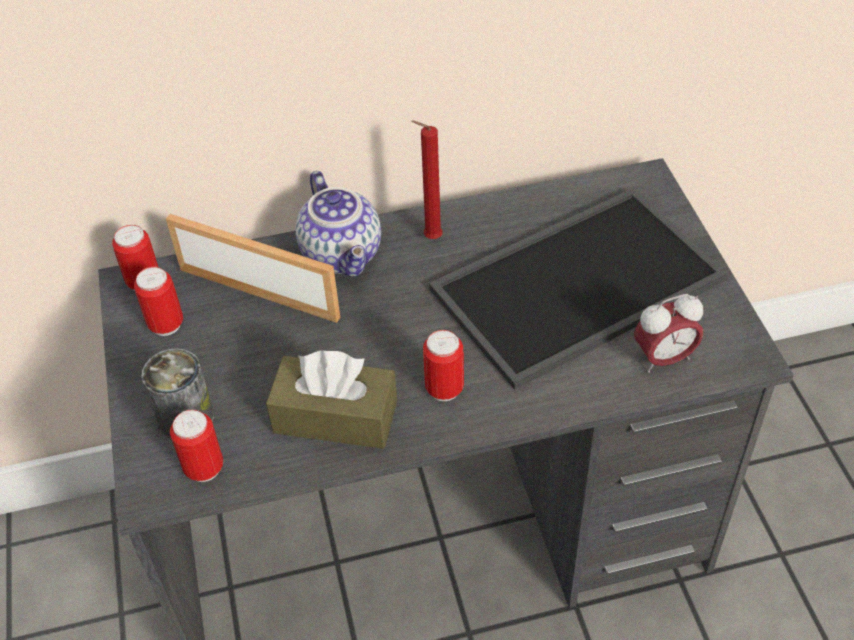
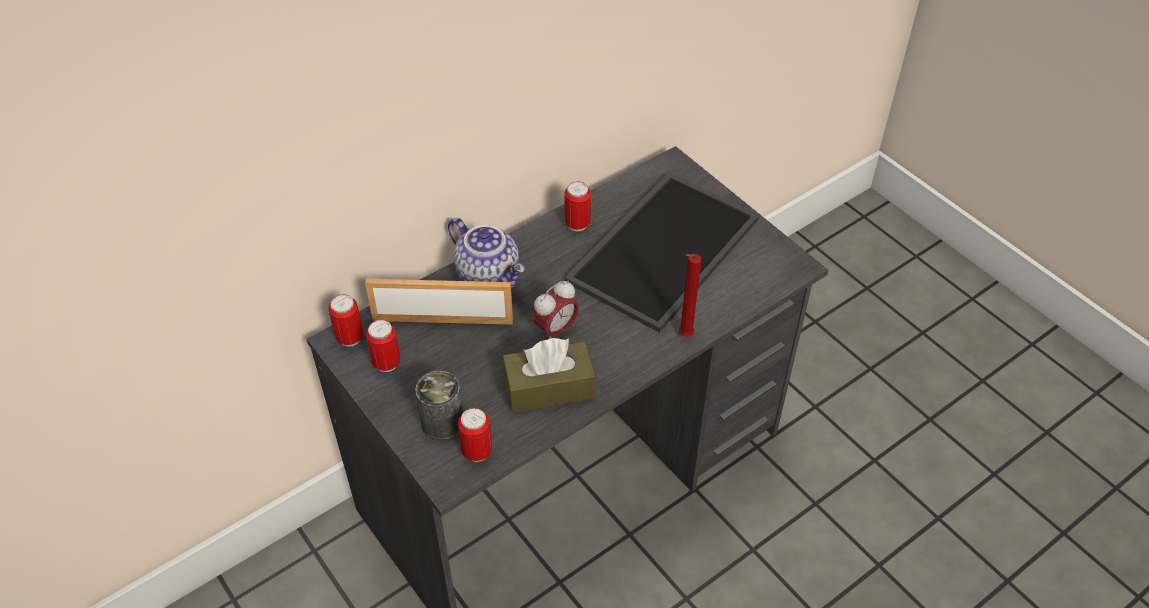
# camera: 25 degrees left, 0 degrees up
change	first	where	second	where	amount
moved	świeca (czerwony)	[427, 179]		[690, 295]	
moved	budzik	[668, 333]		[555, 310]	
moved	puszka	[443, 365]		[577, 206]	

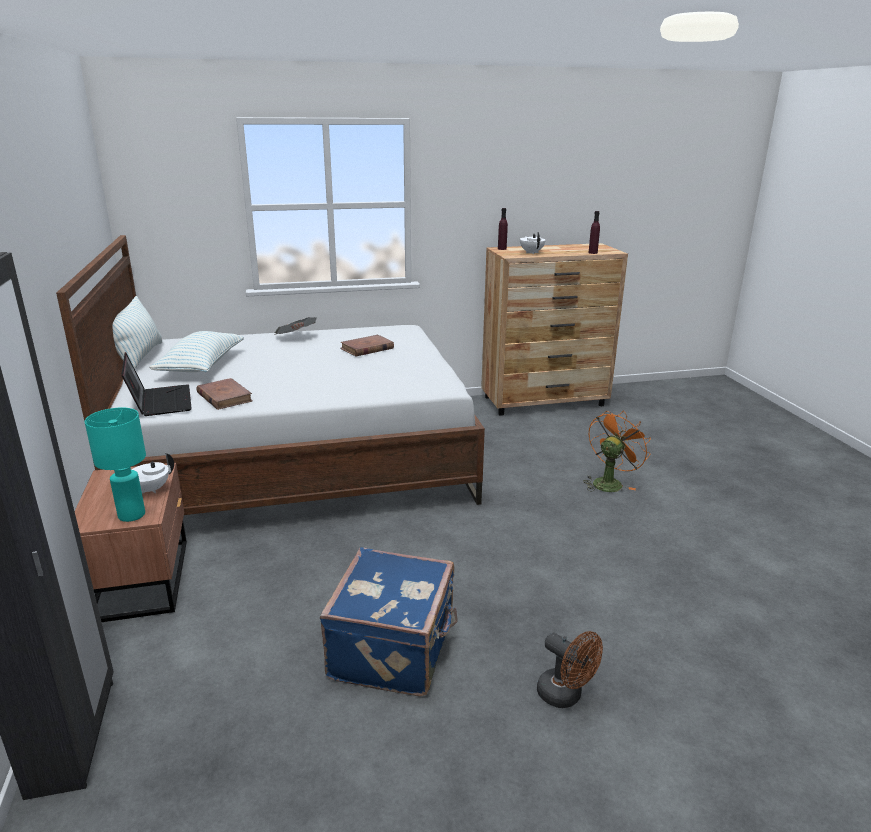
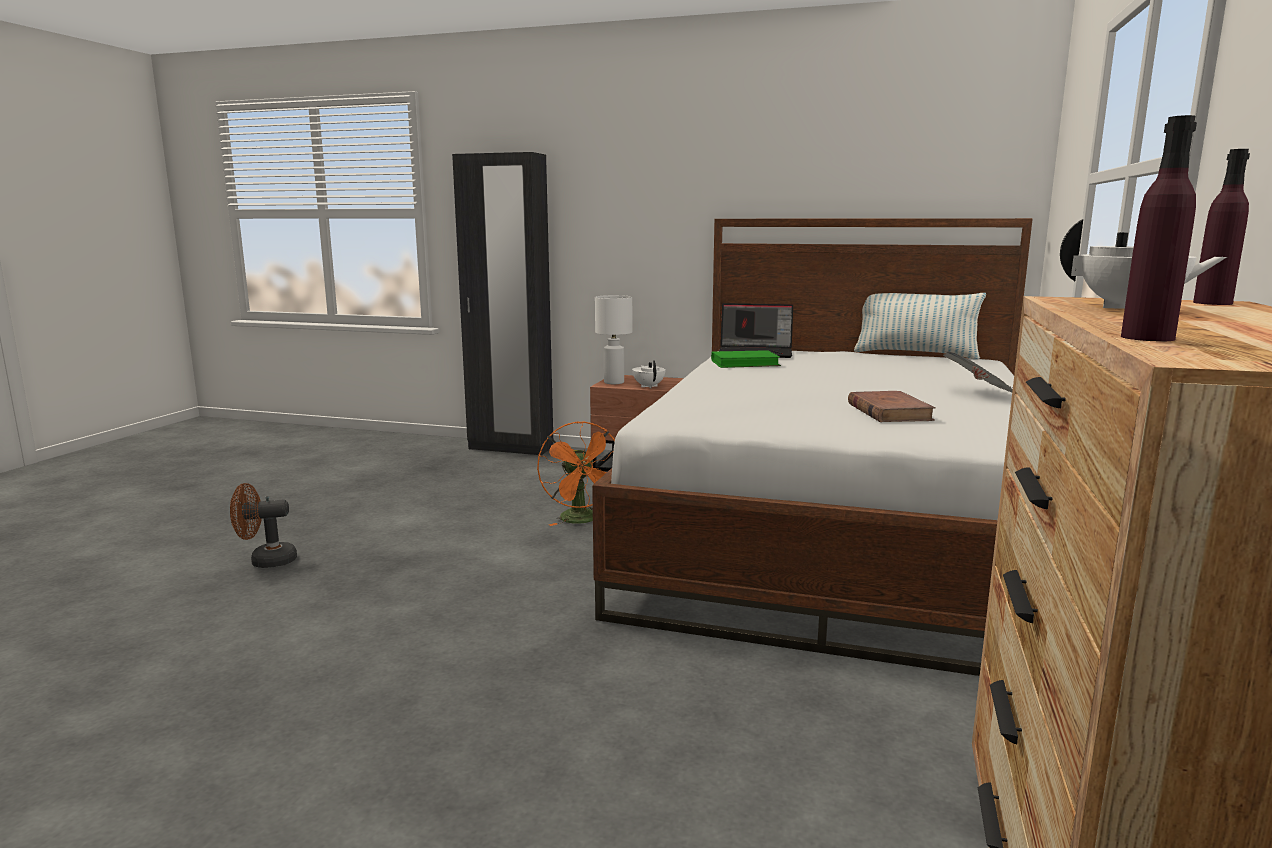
# camera: 120 degrees right, 10 degrees down
change	first	where	second	where	amount
removed	poduszka	[196, 351]			
recoloured	książka (brązowy)	[224, 394]	książka (zielony)	[746, 359]	
recoloured	lampa stołowa (turkusowy)	[115, 465]	lampa stołowa (biały)	[613, 339]	
moved	wentylator (pomarańczowy)	[617, 451]		[576, 474]	
removed	walizka (niebieski)	[389, 621]			

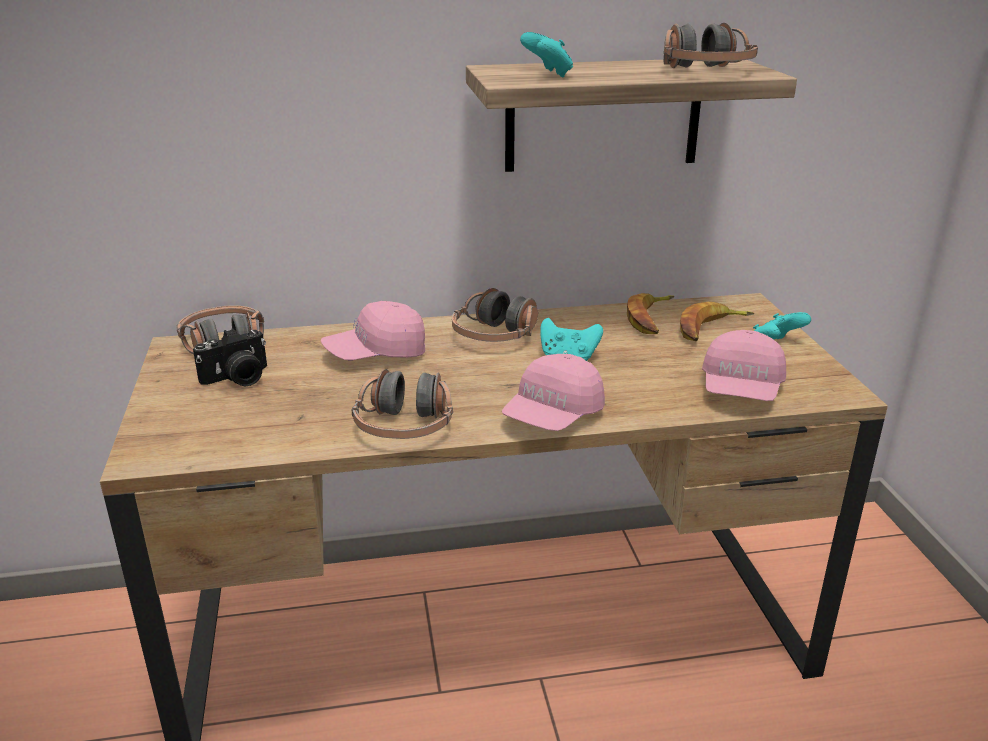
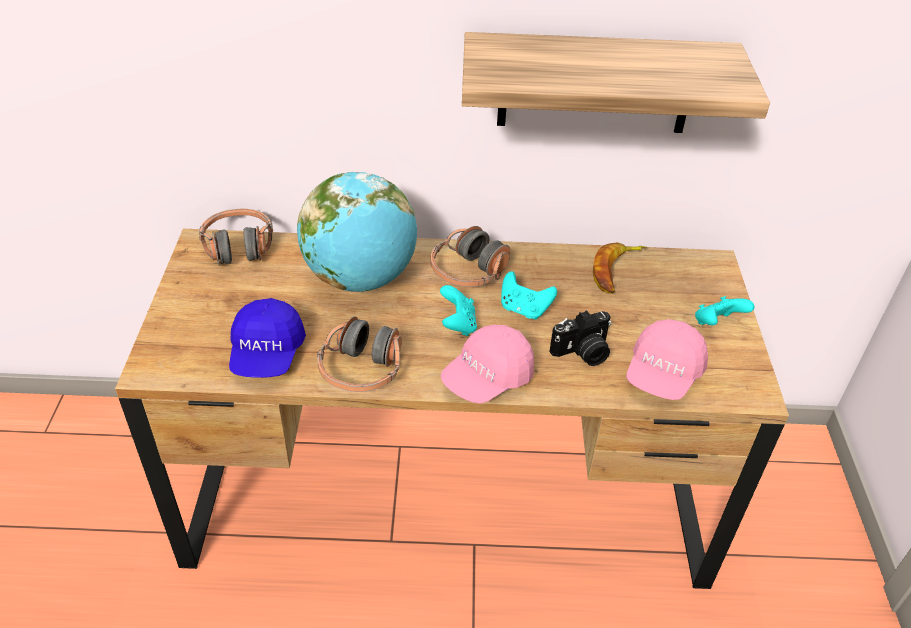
# camera: 10 degrees right, 15 degrees up
change	first	where	second	where	amount
removed	słuchawki	[711, 45]			
moved	pad do gier (turkusowy)	[546, 55]		[458, 310]	
replaced	czapka z daszkiem (różowy)	[373, 330]	globus	[357, 232]	
removed	banan	[717, 321]			
moved	aparat fotograficzny	[230, 357]		[581, 338]	
added			czapka z daszkiem (niebieski)	[267, 338]	

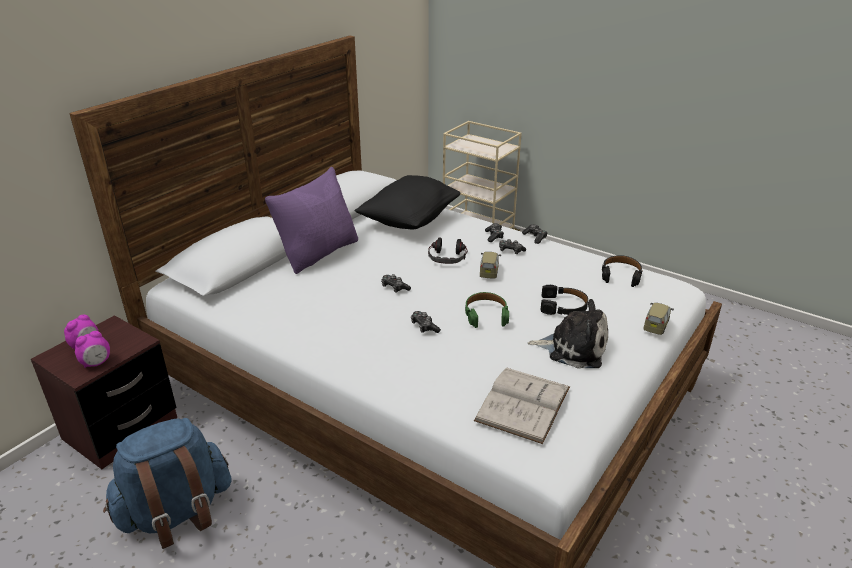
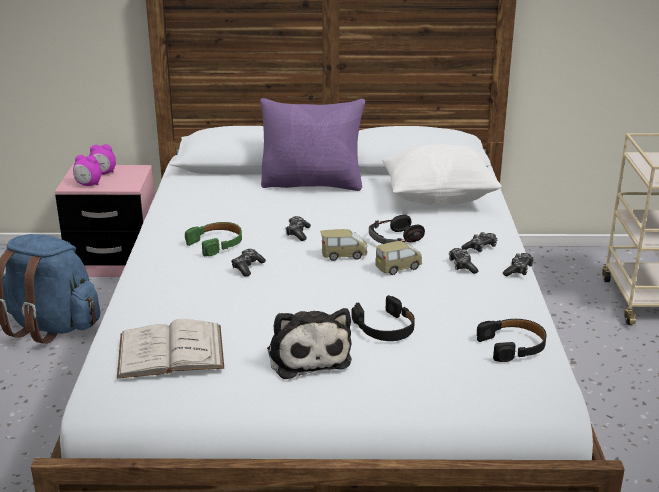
# camera: 55 degrees right, 5 degrees down
change	first	where	second	where	amount
recoloured	poduszka (czarny)	[407, 202]	poduszka (biały)	[442, 175]	
moved	słuchawki (zielony)	[487, 310]		[213, 239]	
moved	samochodzik	[658, 319]		[343, 245]	
recoloured	szafka nocna (brązowy)	[104, 392]	szafka nocna (różowy)	[105, 221]	

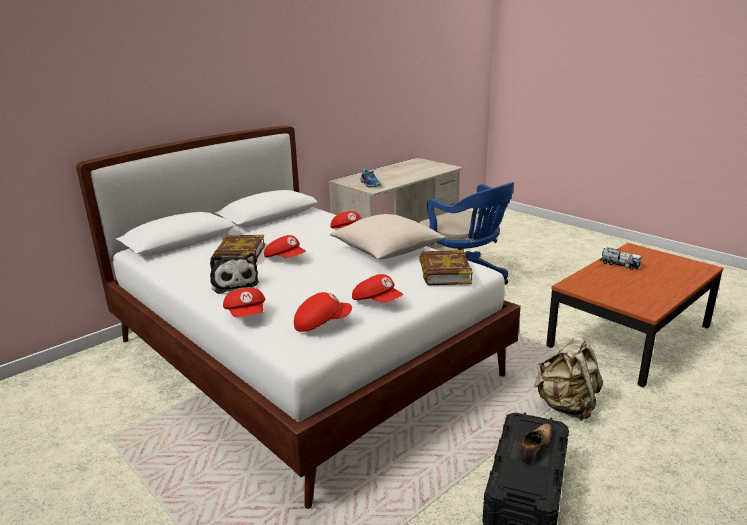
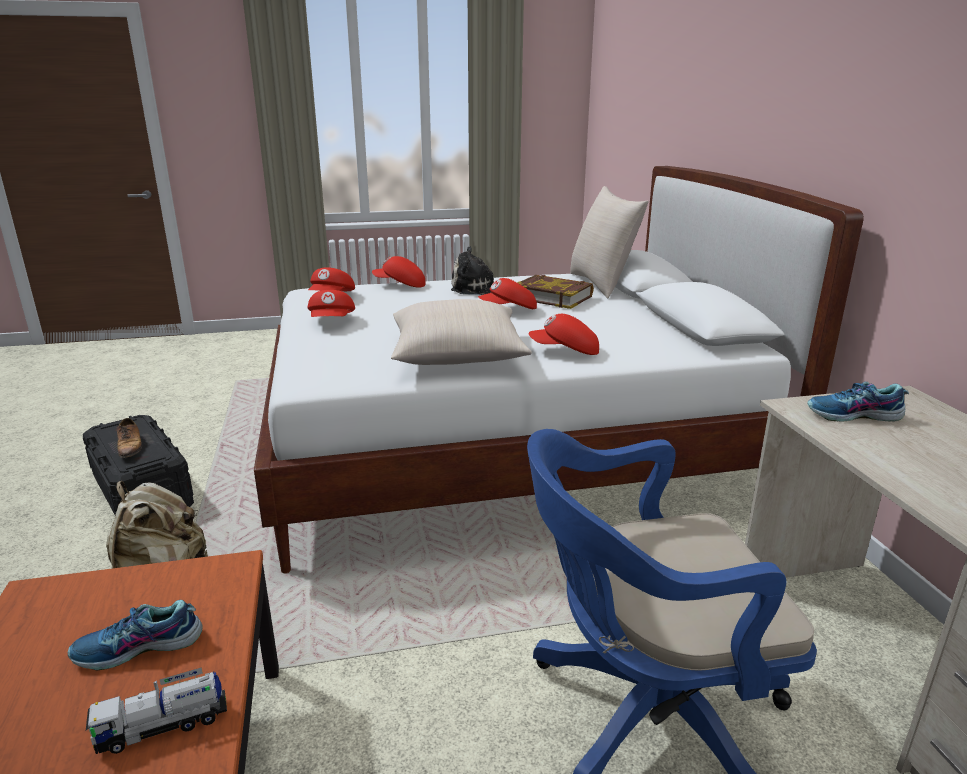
# camera: 120 degrees right, 0 degrees up
change	first	where	second	where	amount
removed	książka	[446, 267]			
turned	czapka z daszkiem (czerwony)	[377, 288]		[331, 303]	75 degrees counterclockwise
added			poduszka (beżowy)	[609, 242]	
added			but	[134, 635]	

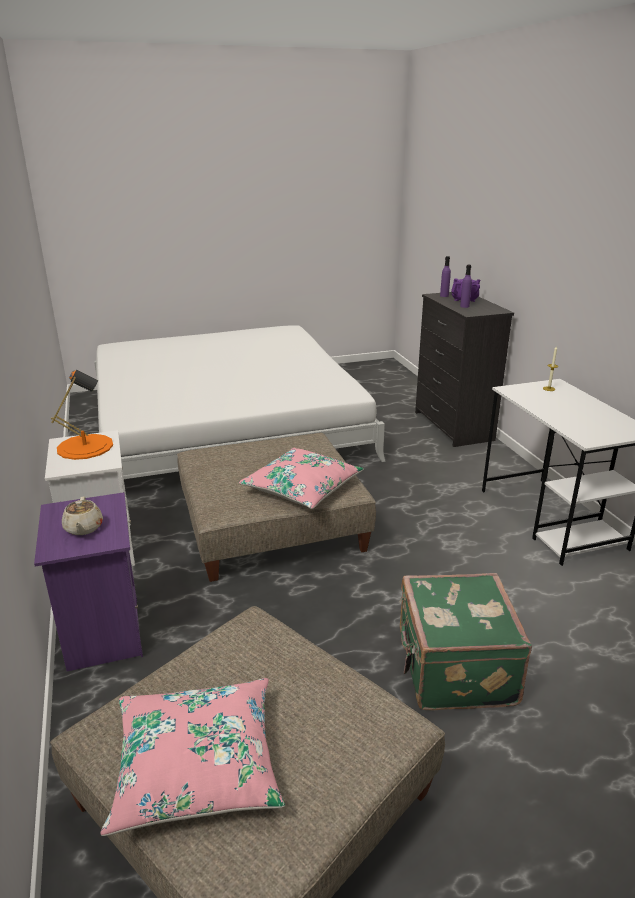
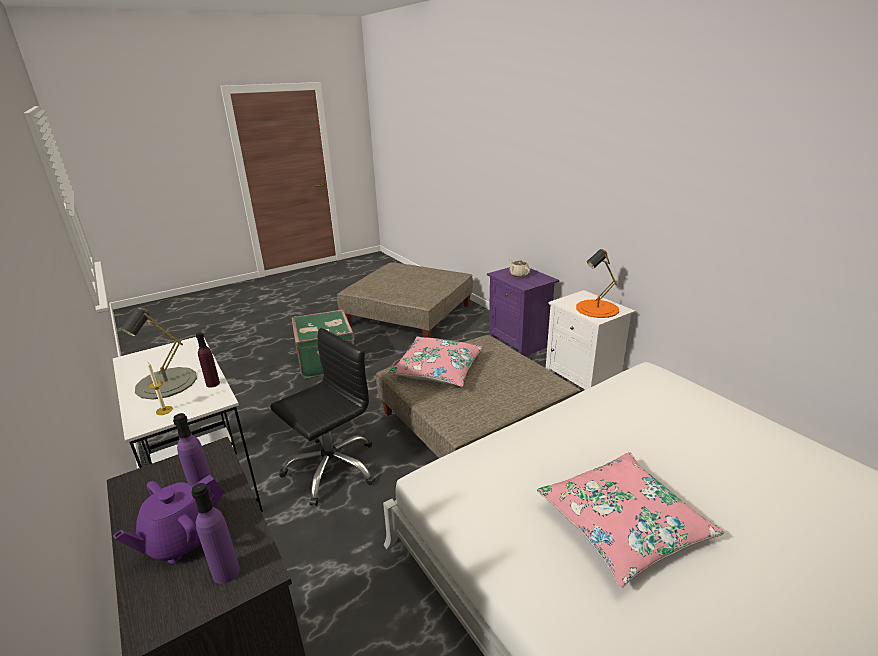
# camera: 165 degrees right, 0 degrees up
change	first	where	second	where	amount
moved	poduszka (różowy)	[192, 757]		[630, 520]	
added			lampa stołowa (szary)	[159, 353]	
added			krzesło biurowe (czarny)	[322, 417]	
added			butelka (fioletowy)	[208, 360]	

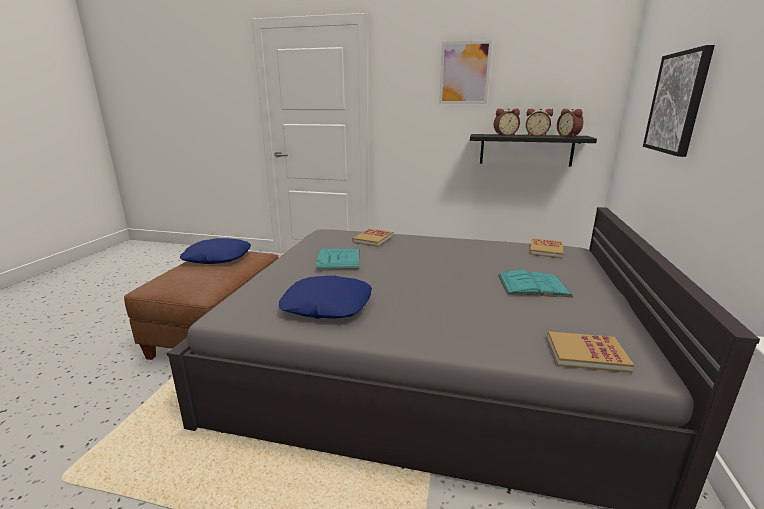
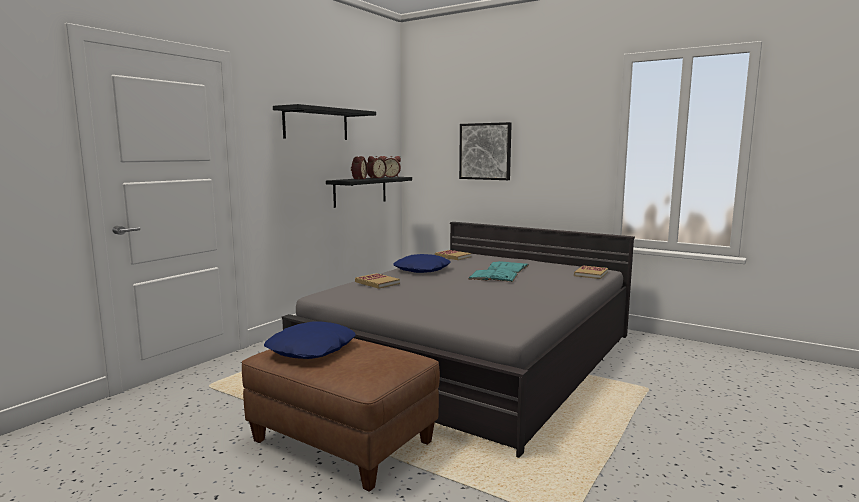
# camera: 70 degrees left, 10 degrees down
change	first	where	second	where	amount
replaced	obraz	[465, 72]	półka (czarny)	[324, 122]	
moved	książka (turkusowy)	[338, 259]		[493, 275]	
moved	poduszka (niebieski)	[325, 297]		[422, 263]	

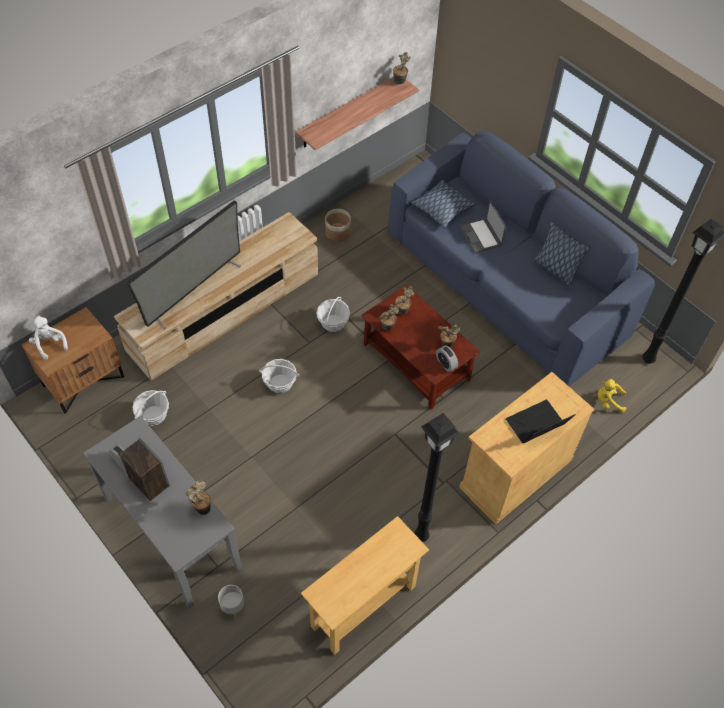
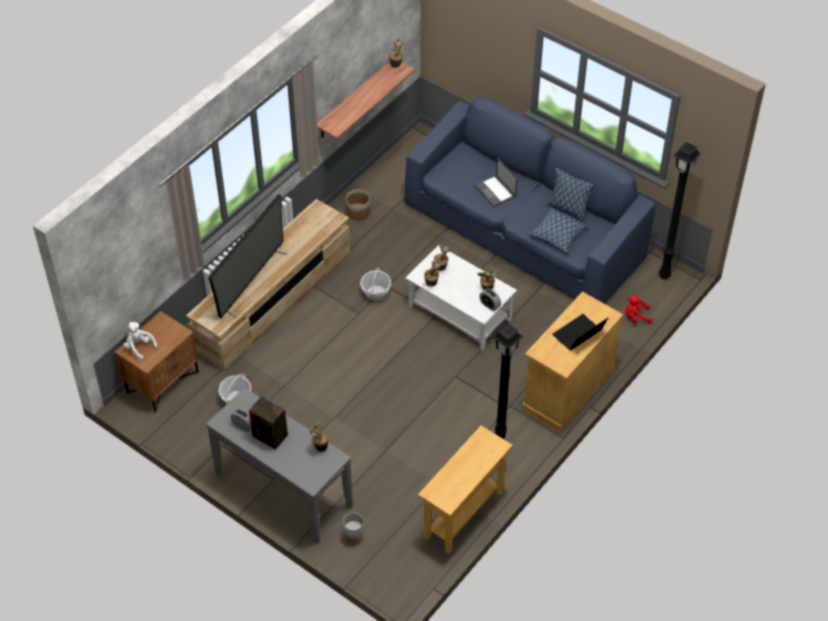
# camera: 10 degrees left, 5 degrees down
change	first	where	second	where	amount
moved	poduszka	[443, 204]		[558, 230]	
recoloured	ława (brązowy)	[420, 347]	ława (biały)	[461, 298]	
removed	koszyk	[279, 376]			
recoloured	pluszak (żółty)	[612, 396]	pluszak (czerwony)	[639, 309]	

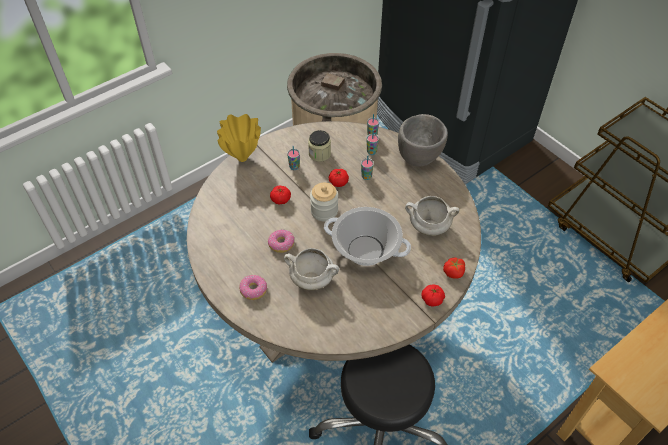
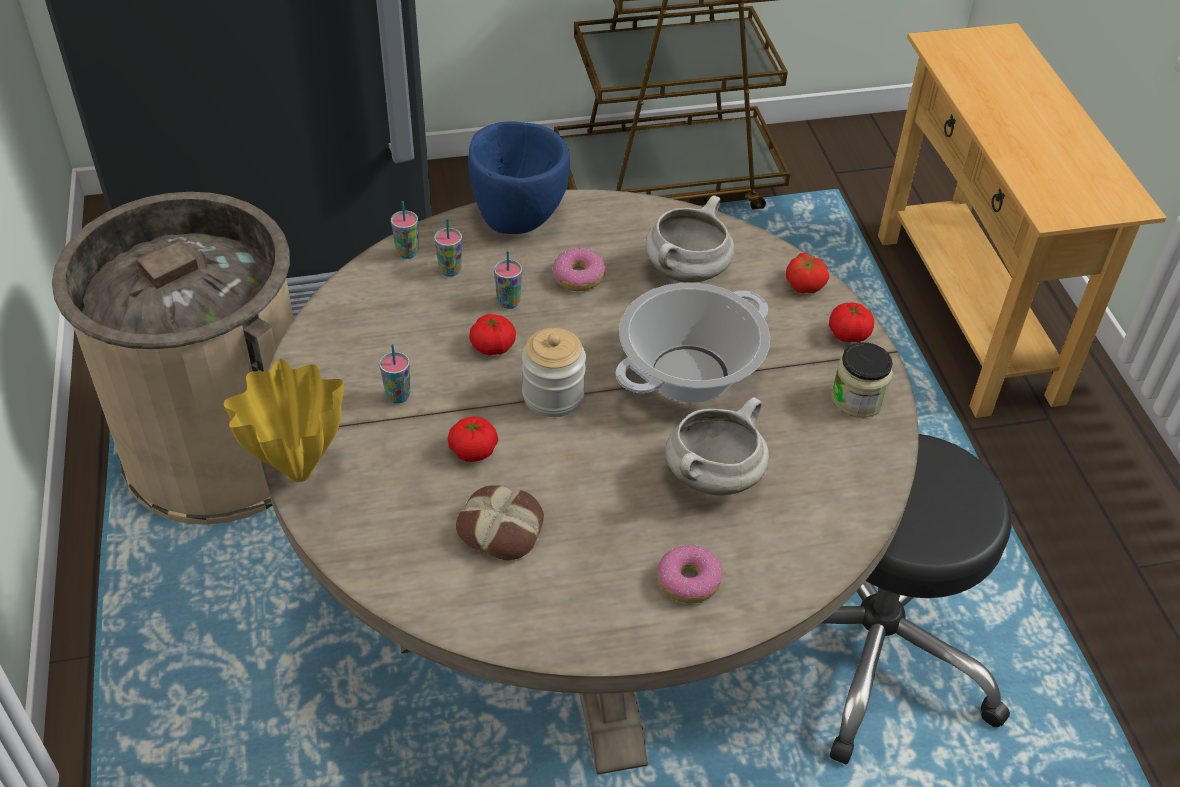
# camera: 65 degrees left, 5 degrees down
change	first	where	second	where	amount
recoloured	miska (szary)	[423, 140]	miska (niebieski)	[519, 177]	
moved	słoik	[319, 146]		[862, 380]	
moved	donut	[281, 241]		[579, 269]	
added			chleb	[500, 522]	

